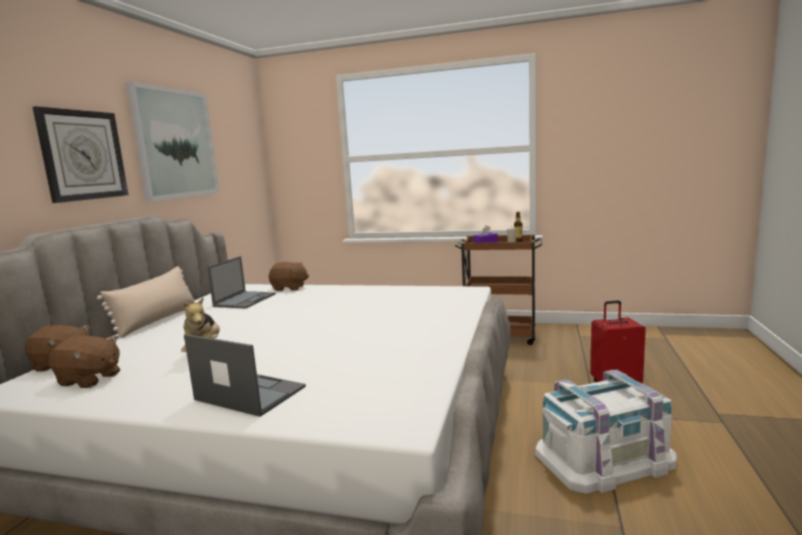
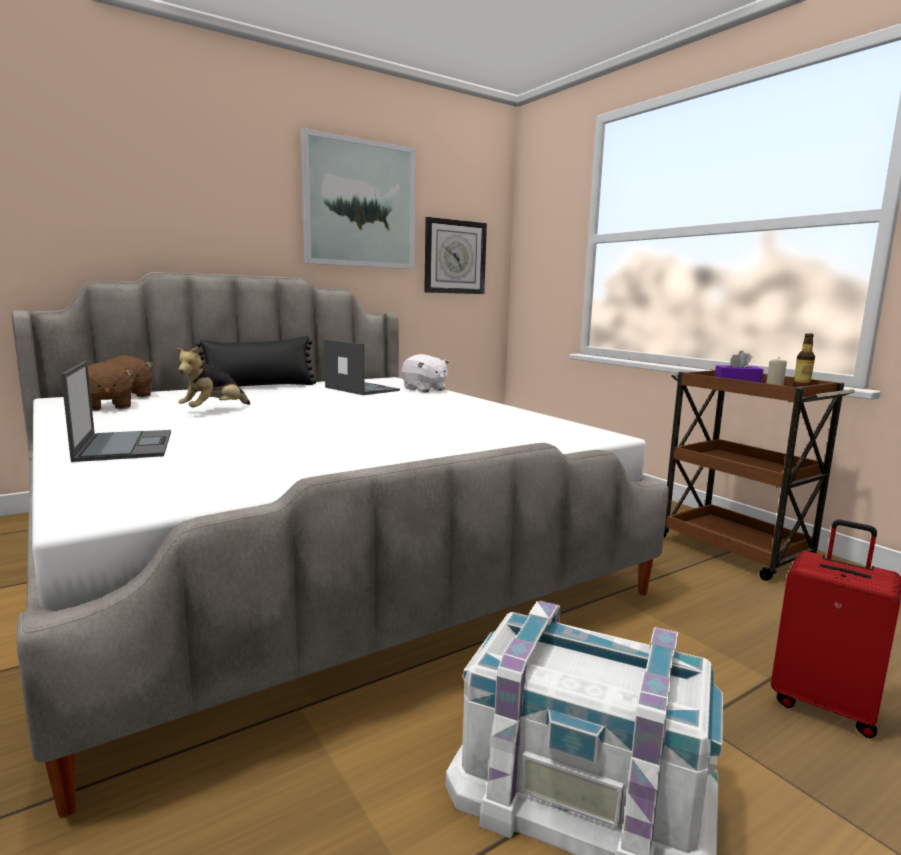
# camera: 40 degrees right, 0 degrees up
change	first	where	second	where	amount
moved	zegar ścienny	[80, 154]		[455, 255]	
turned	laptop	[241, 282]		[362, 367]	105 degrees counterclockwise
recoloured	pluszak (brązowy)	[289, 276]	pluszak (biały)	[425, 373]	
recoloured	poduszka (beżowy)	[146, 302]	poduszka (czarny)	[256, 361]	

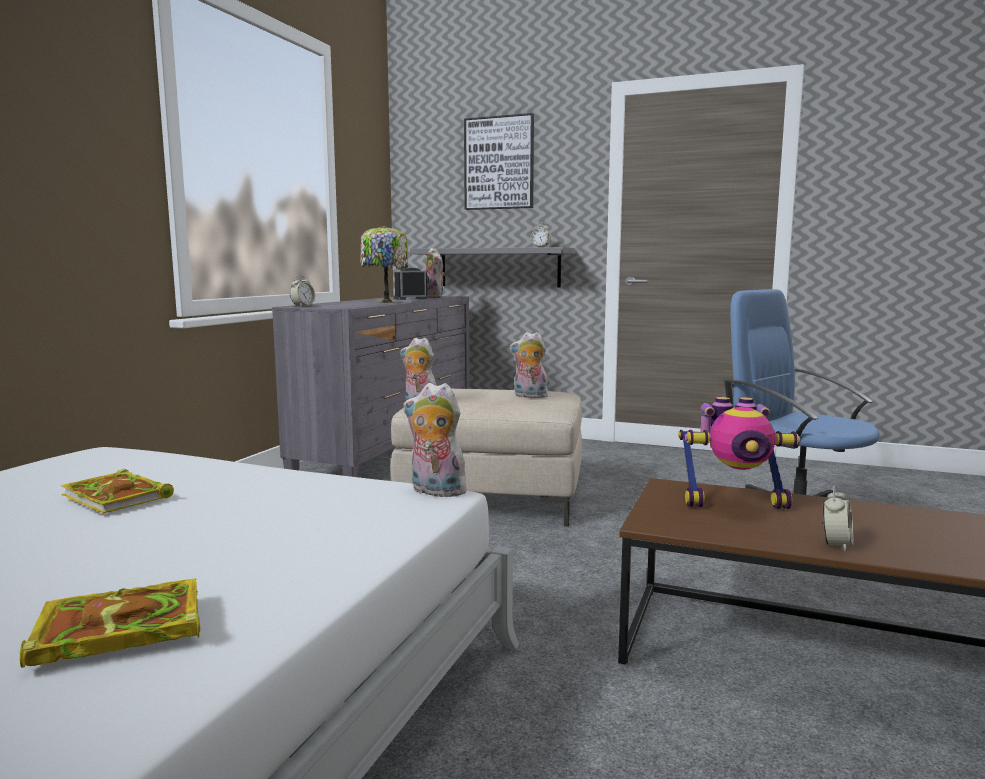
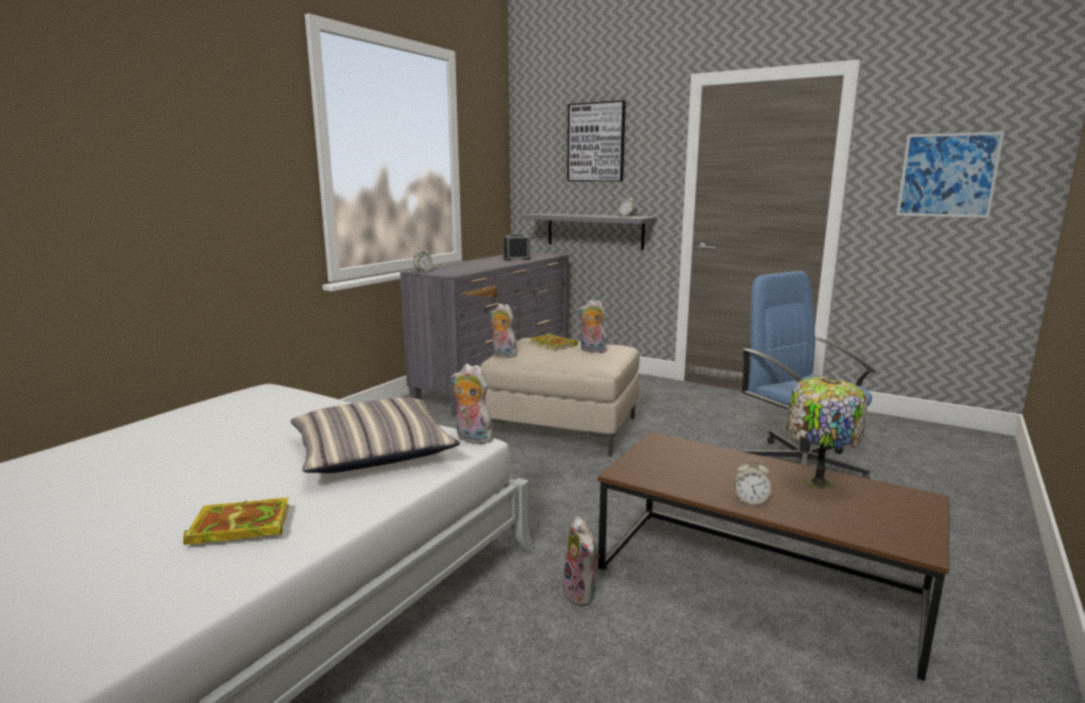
# camera: 10 degrees right, 5 degrees up
change	first	where	second	where	amount
moved	lampa stołowa	[384, 264]		[826, 433]	
moved	pluszak	[435, 273]		[580, 561]	
removed	robot zabawkowy	[739, 453]			
moved	książka	[117, 491]		[553, 341]	
turned	budzik	[838, 519]		[752, 481]	60 degrees clockwise
added			obraz	[950, 175]	
added			poduszka	[375, 435]	

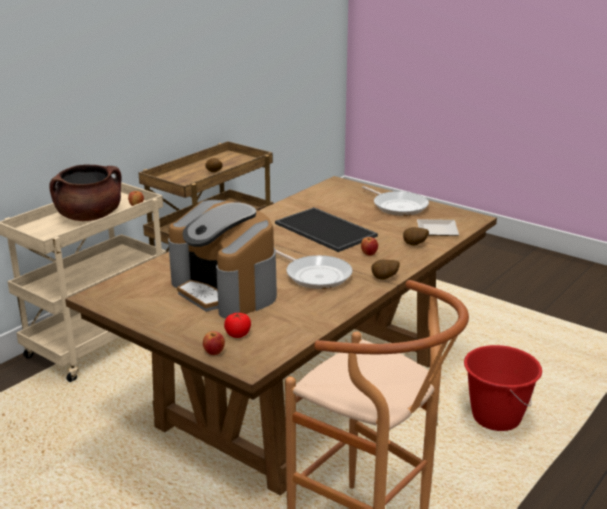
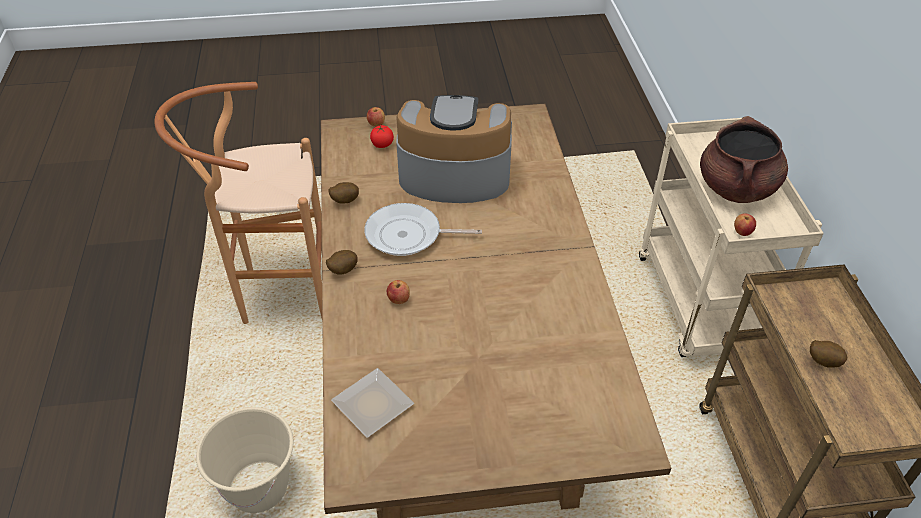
# camera: 135 degrees right, 20 degrees up
change	first	where	second	where	amount
removed	patelnia	[395, 201]			
removed	taca	[326, 229]			
moved	ziemniak	[416, 236]		[343, 193]	
recoloured	wiadro (czerwony)	[503, 388]	wiadro (beżowy)	[245, 460]	

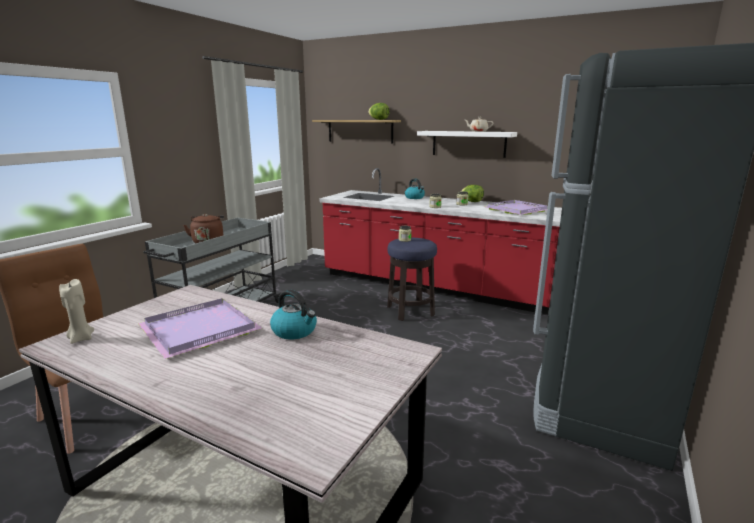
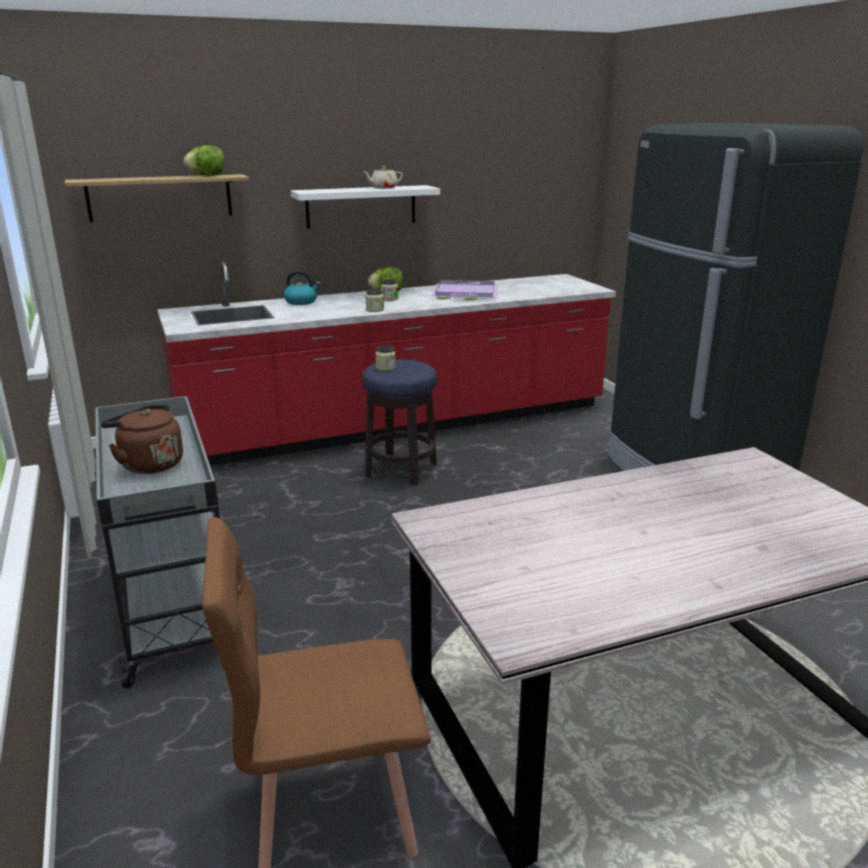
# camera: 50 degrees left, 5 degrees up
change	first	where	second	where	amount
removed	świeca (beżowy)	[76, 311]			
removed	czajnik	[293, 314]			
removed	taca (fioletowy)	[200, 328]			

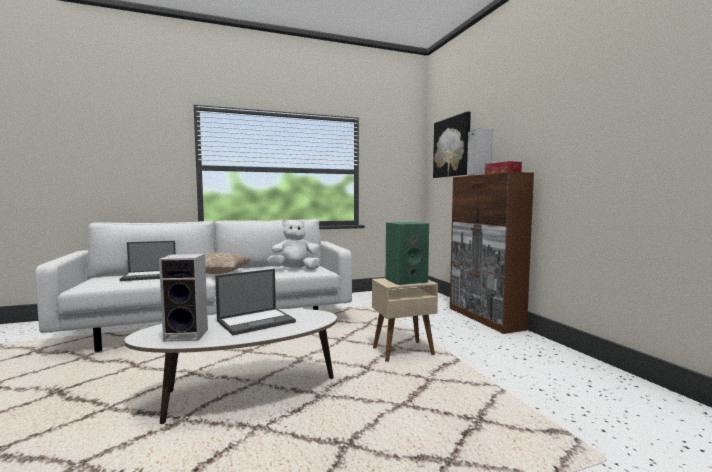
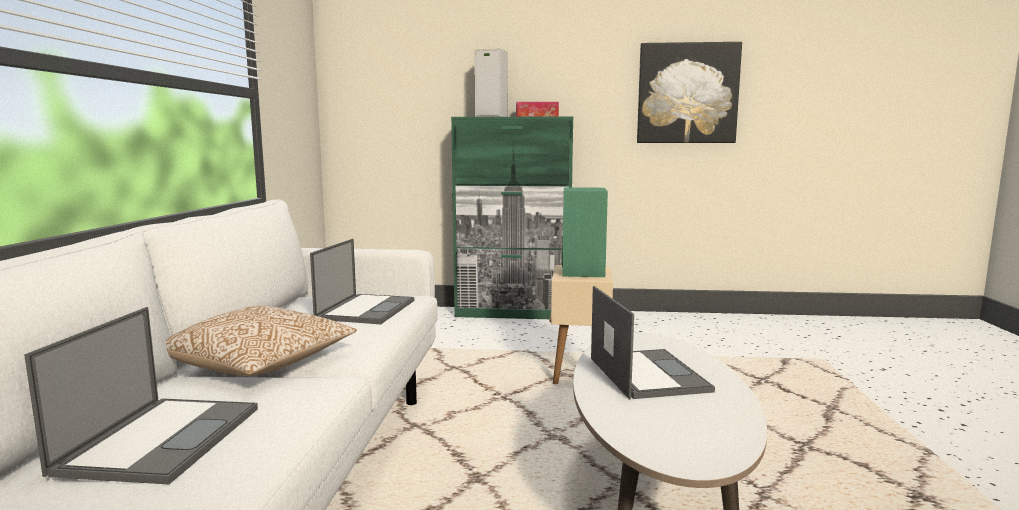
# camera: 65 degrees left, 5 degrees up
change	first	where	second	where	amount
moved	obraz	[452, 144]		[689, 92]	
recoloured	szafka (brązowy)	[492, 253]	szafka (zielony)	[512, 217]	
replaced	pluszak (biały)	[294, 244]	laptop	[362, 281]	
removed	głośnik	[183, 298]			

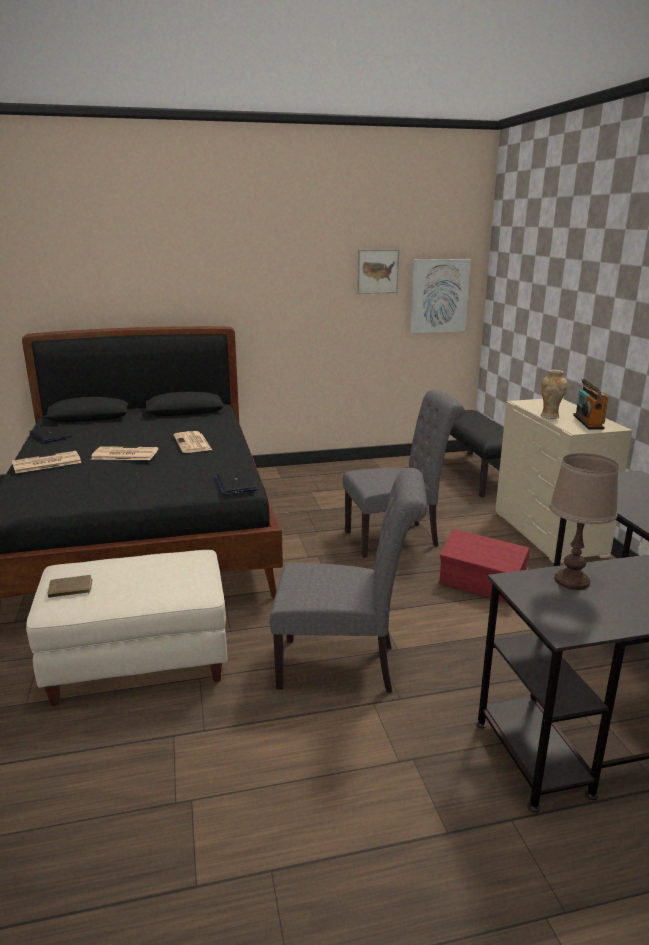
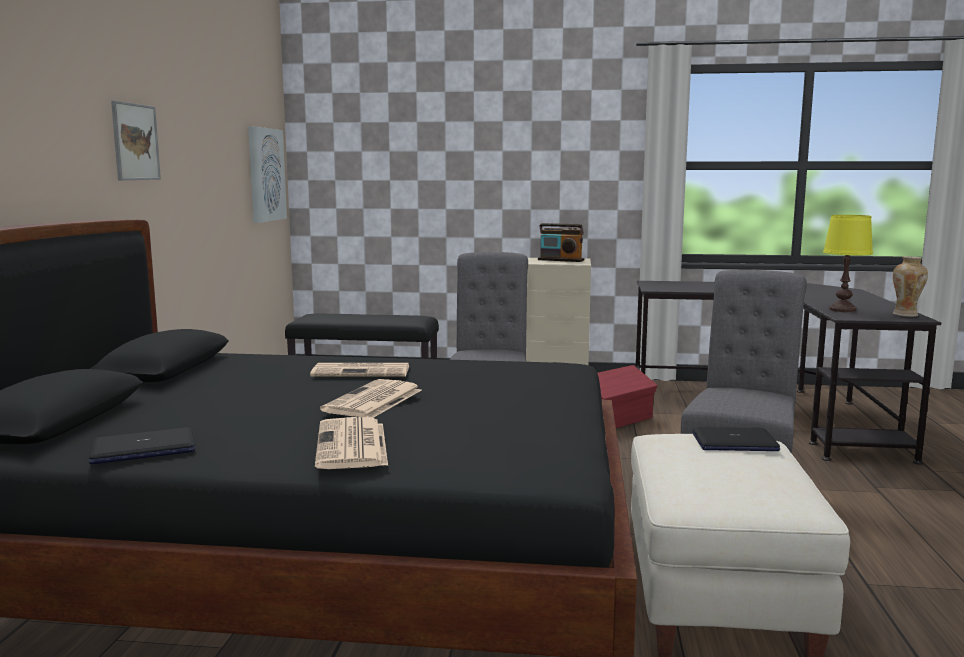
# camera: 70 degrees left, 10 degrees down
change	first	where	second	where	amount
moved	obraz	[378, 271]		[136, 140]	
moved	wazon	[554, 394]		[910, 286]	
recoloured	lampa stołowa (brązowy)	[584, 521]	lampa stołowa (żółty)	[848, 263]	
moved	laptop	[236, 482]		[736, 439]	
removed	książka (brązowy)	[70, 586]			

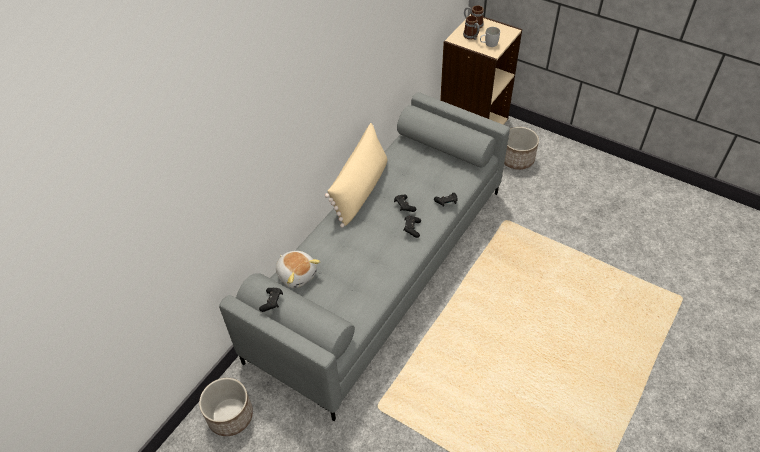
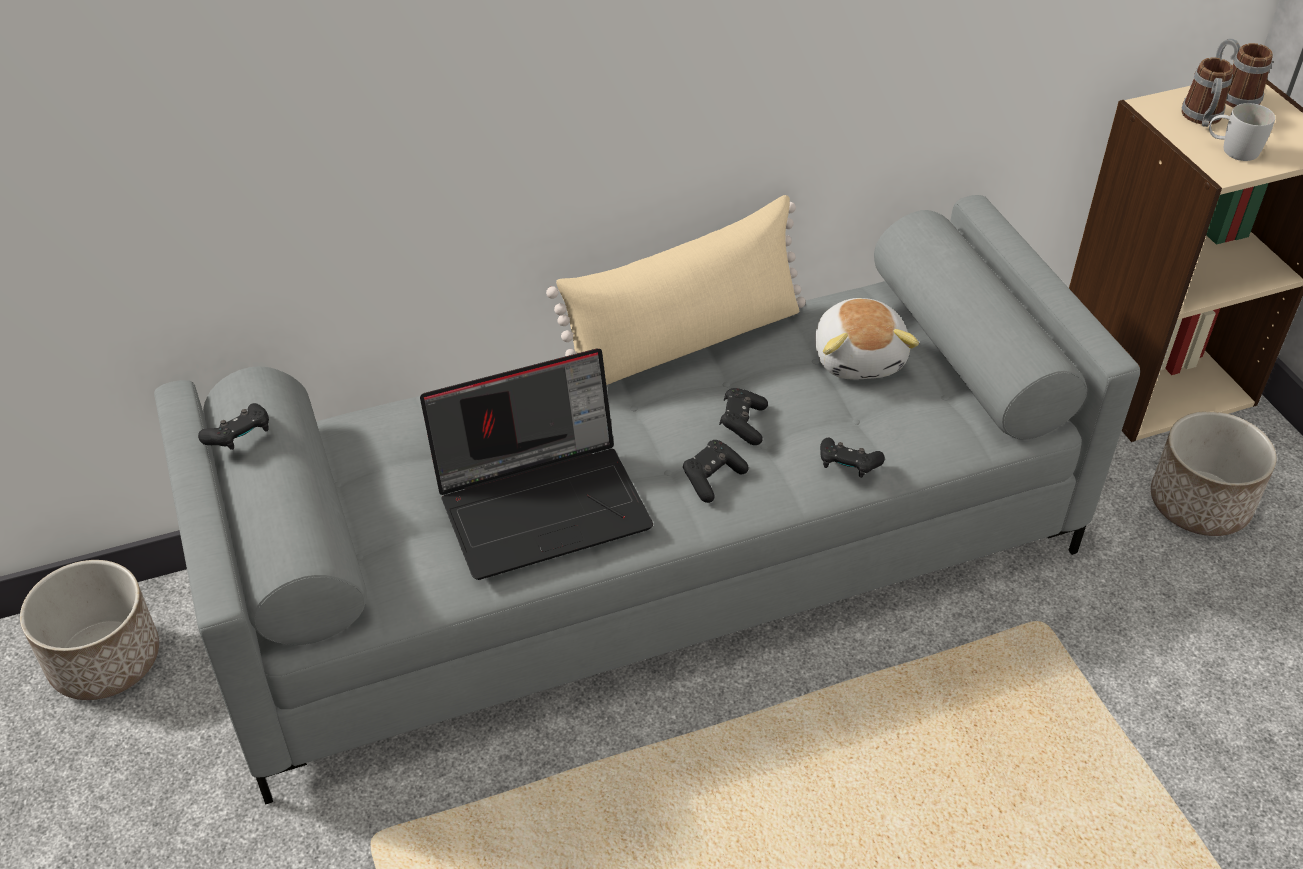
# camera: 35 degrees right, 5 degrees down
change	first	where	second	where	amount
moved	pluszak	[298, 269]		[867, 339]	
added			laptop	[536, 464]	

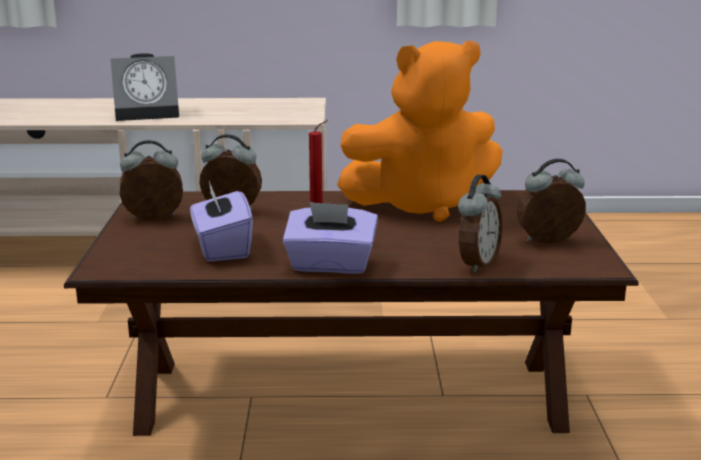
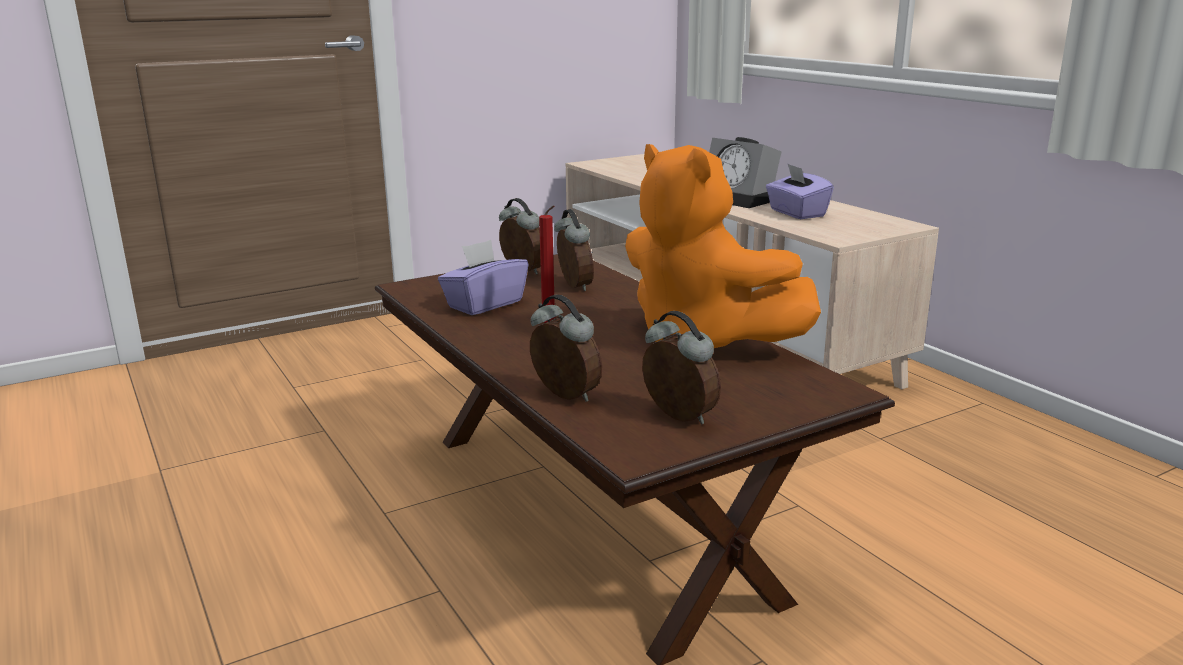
# camera: 60 degrees right, 0 degrees up
change	first	where	second	where	amount
turned	budzik	[480, 224]		[566, 348]	135 degrees counterclockwise
moved	pudełko chusteczek (fioletowy)	[330, 238]		[800, 191]	

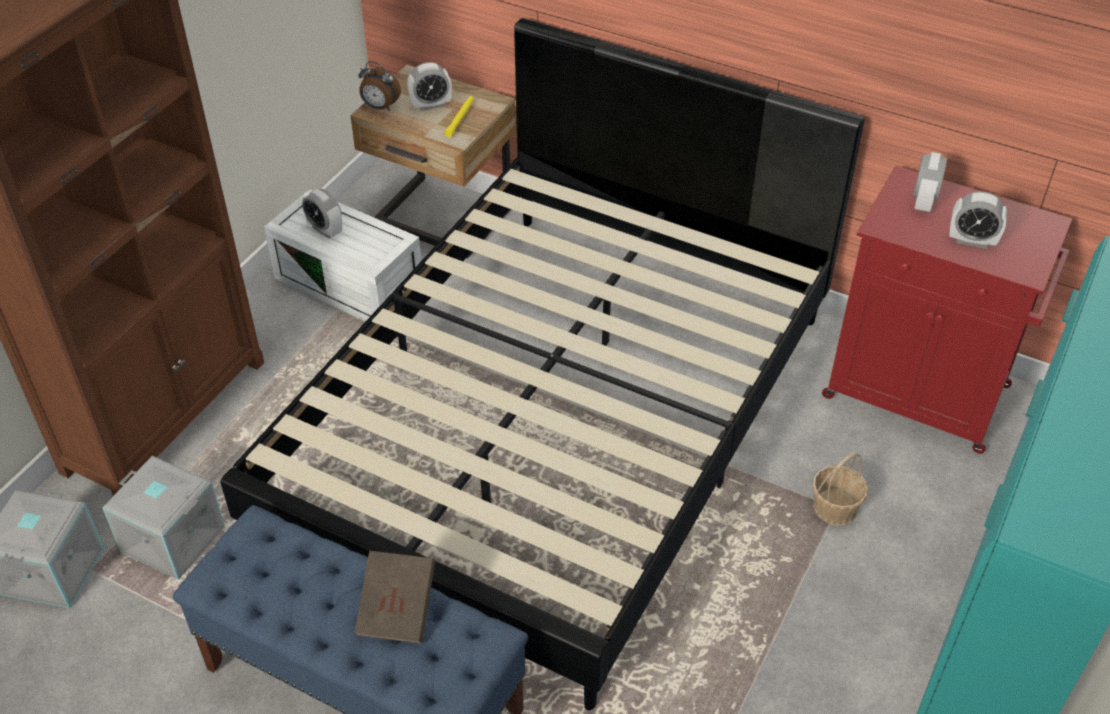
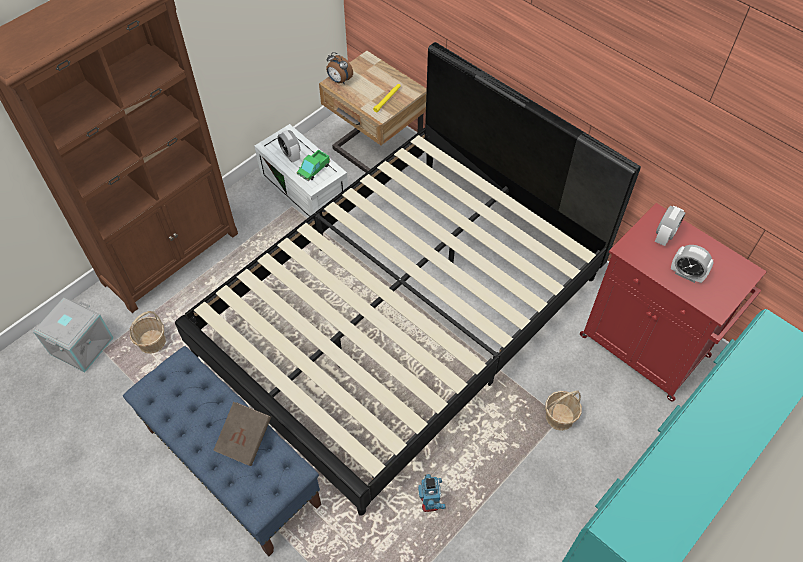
# camera: 15 degrees right, 10 degrees up
change	first	where	second	where	amount
removed	budzik	[429, 86]			
replaced	pojemnik do przechowywania (szary)	[163, 518]	koszyk	[148, 332]	
added			ciężarówka zabawkowa	[313, 165]	
added			robot zabawkowy	[432, 493]	

